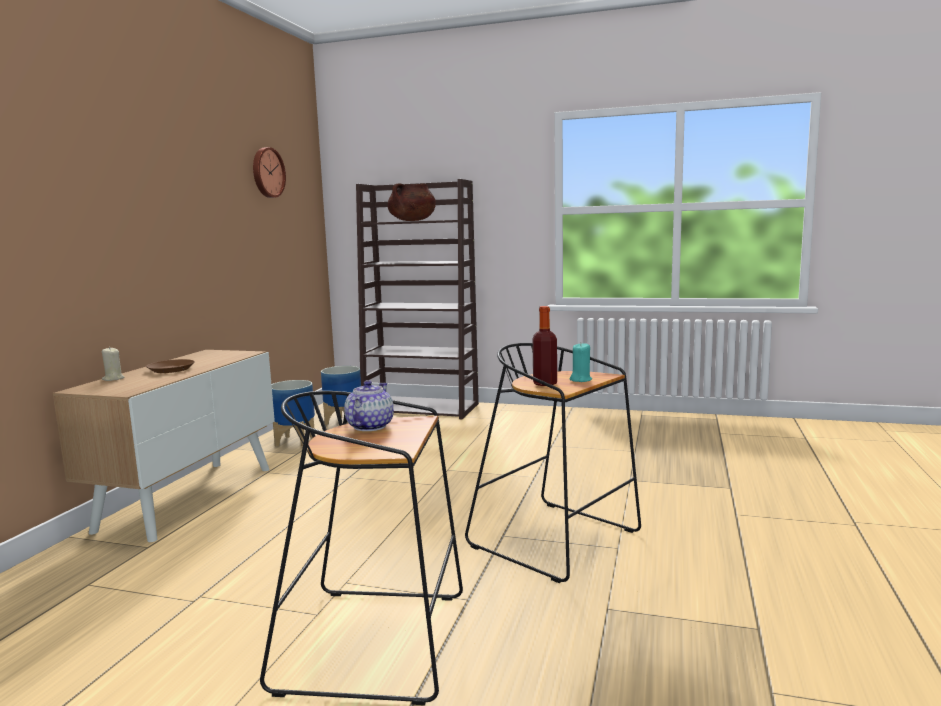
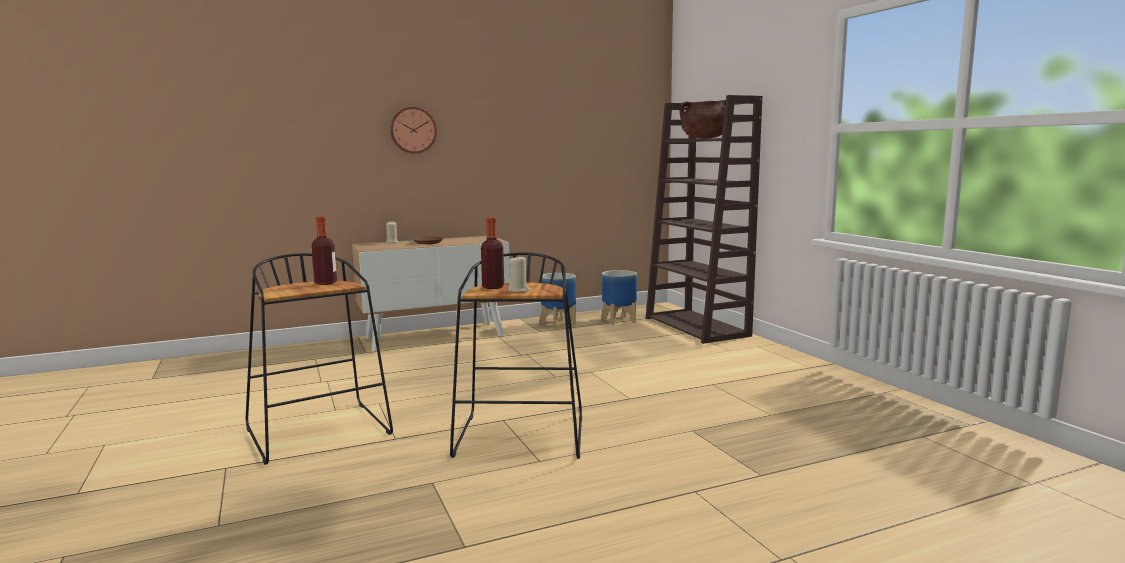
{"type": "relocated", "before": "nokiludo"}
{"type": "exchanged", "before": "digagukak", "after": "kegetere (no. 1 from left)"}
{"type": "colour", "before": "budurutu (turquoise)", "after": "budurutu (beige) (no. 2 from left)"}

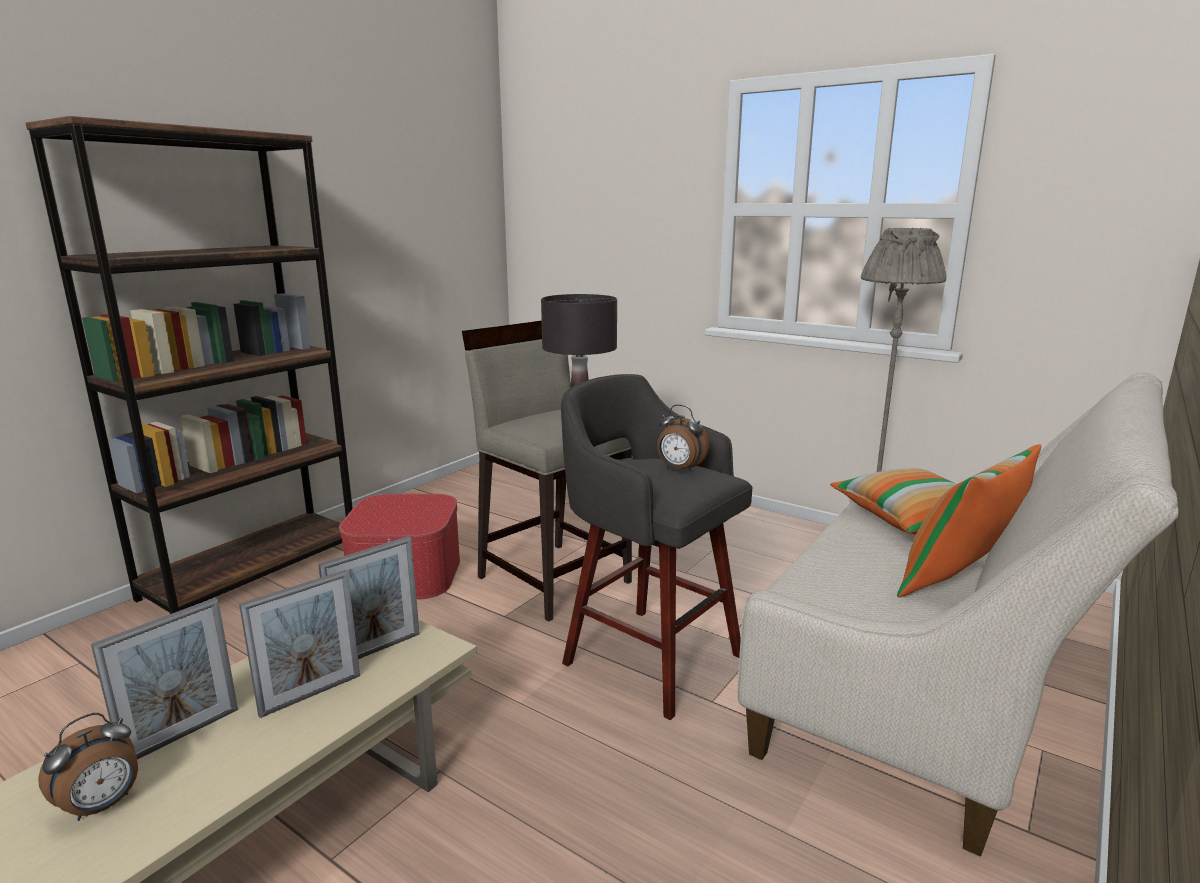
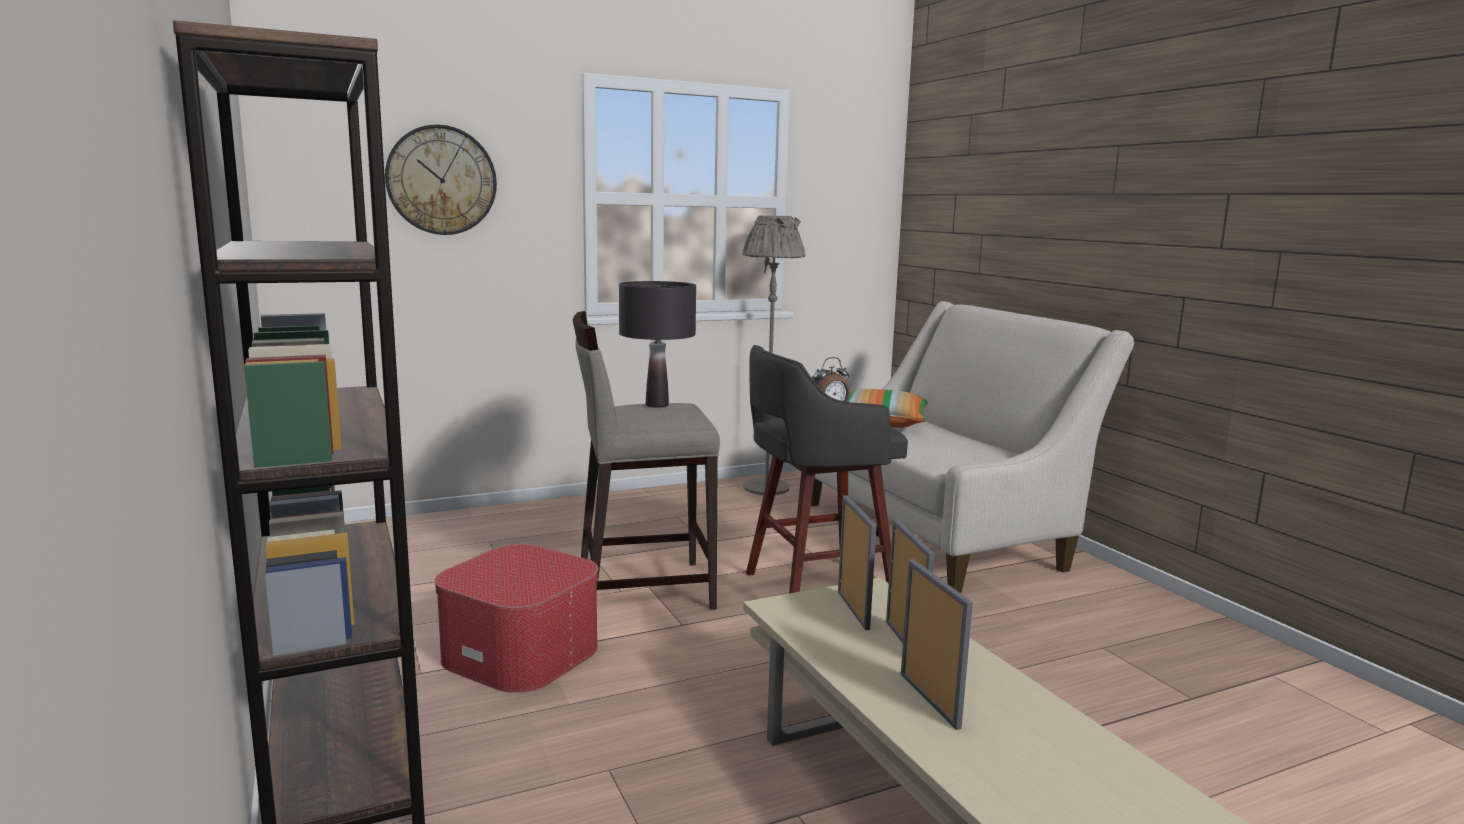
{"type": "missing", "before": "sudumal (no. 1 from left)"}
{"type": "missing", "before": "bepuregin (no. 2 from left)"}
{"type": "appeared", "after": "nokiludo"}

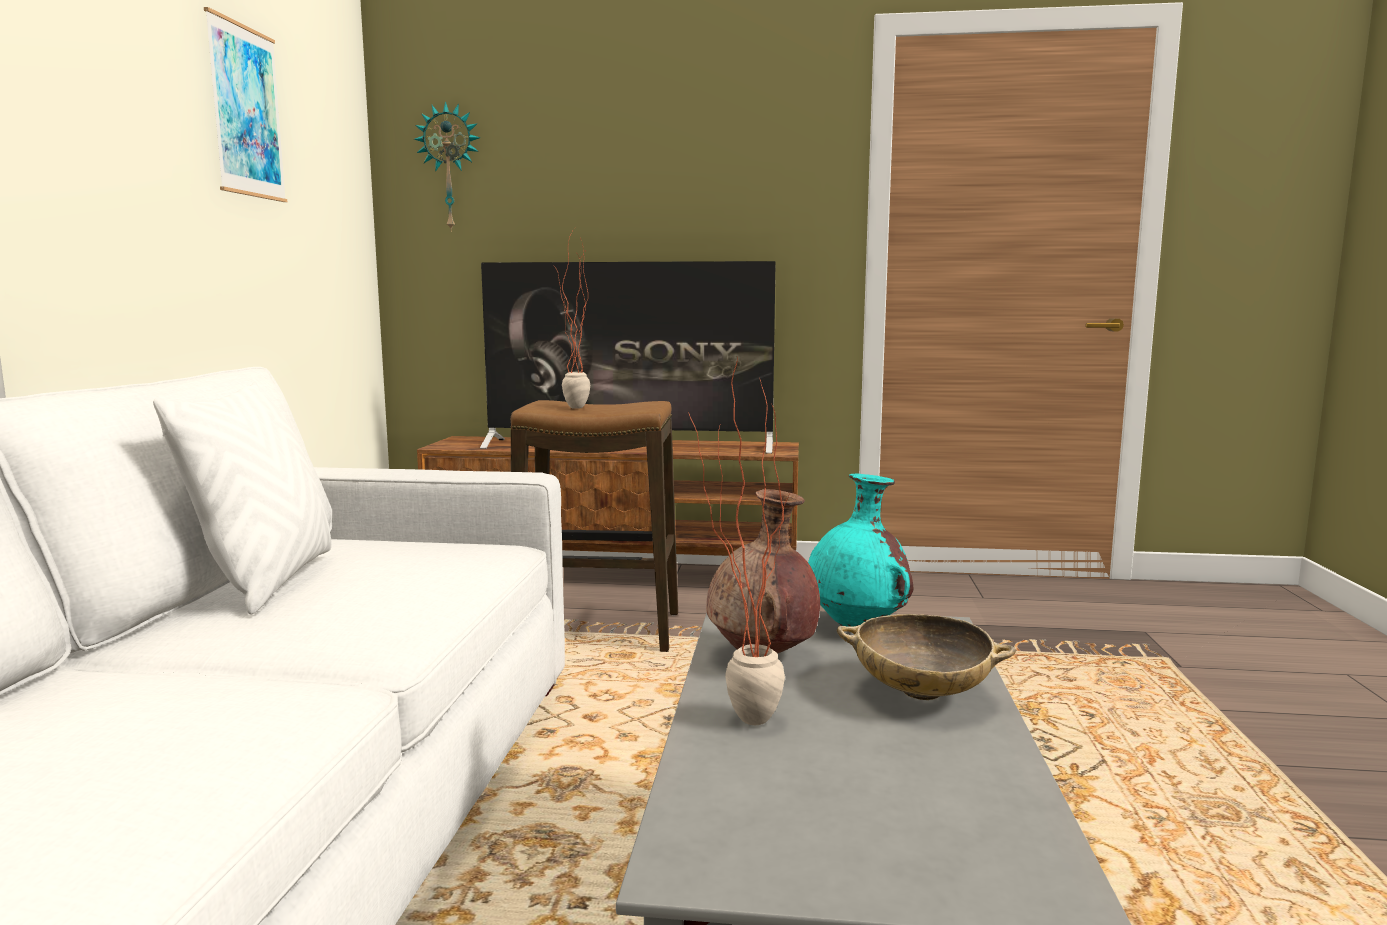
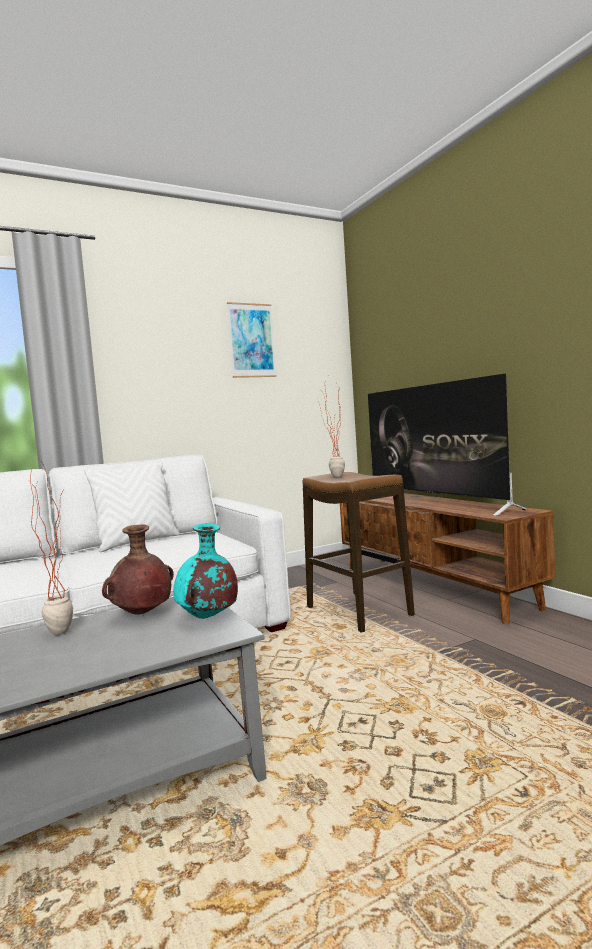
{"type": "missing", "before": "nokiludo"}
{"type": "missing", "before": "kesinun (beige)"}

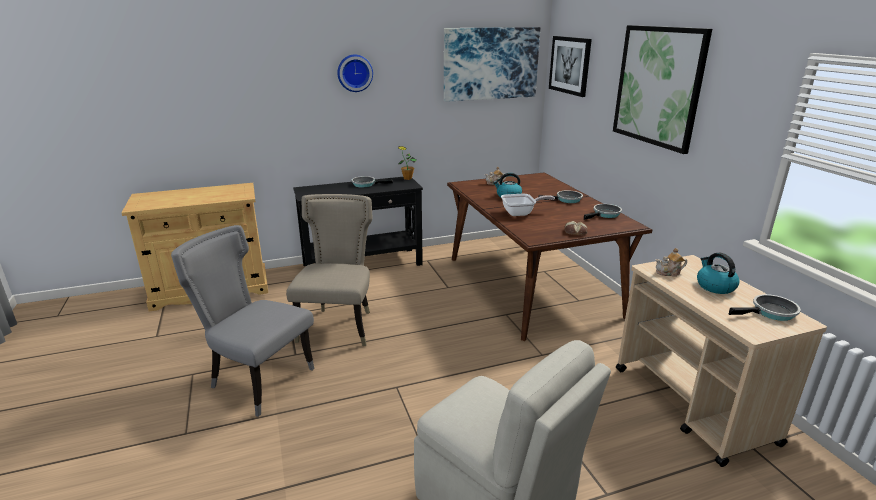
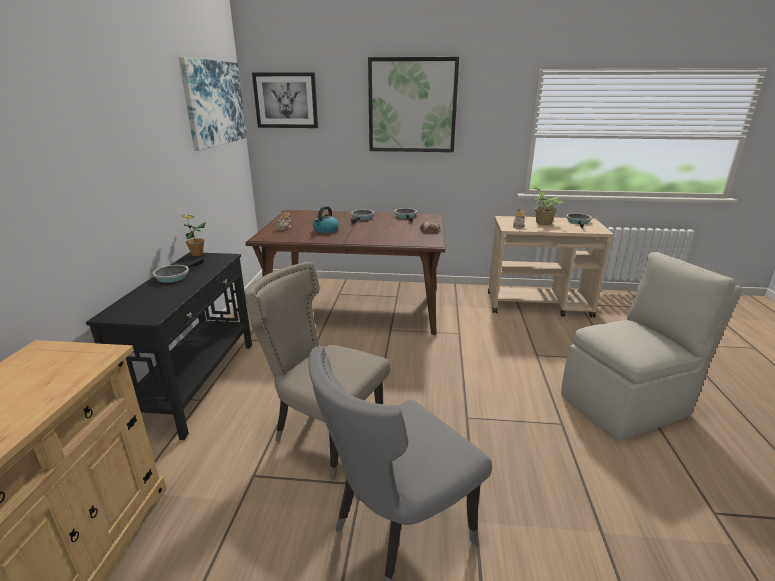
{"type": "missing", "before": "nokiludo"}
{"type": "missing", "before": "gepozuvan (no. 2 from left)"}
{"type": "exchanged", "before": "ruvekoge (no. 2 from left)", "after": "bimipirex (no. 2 from left)"}

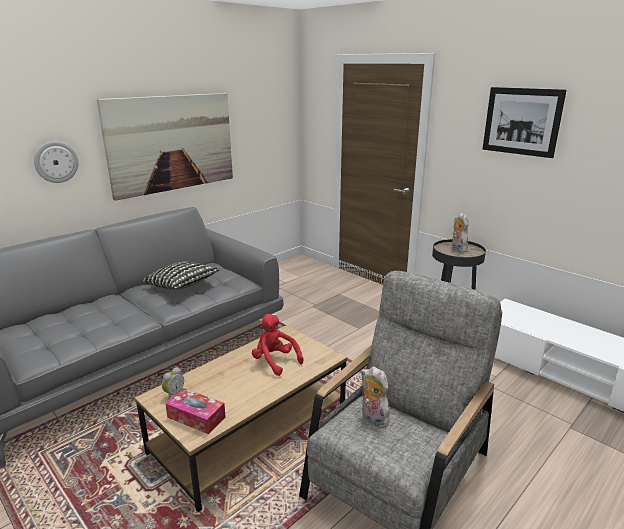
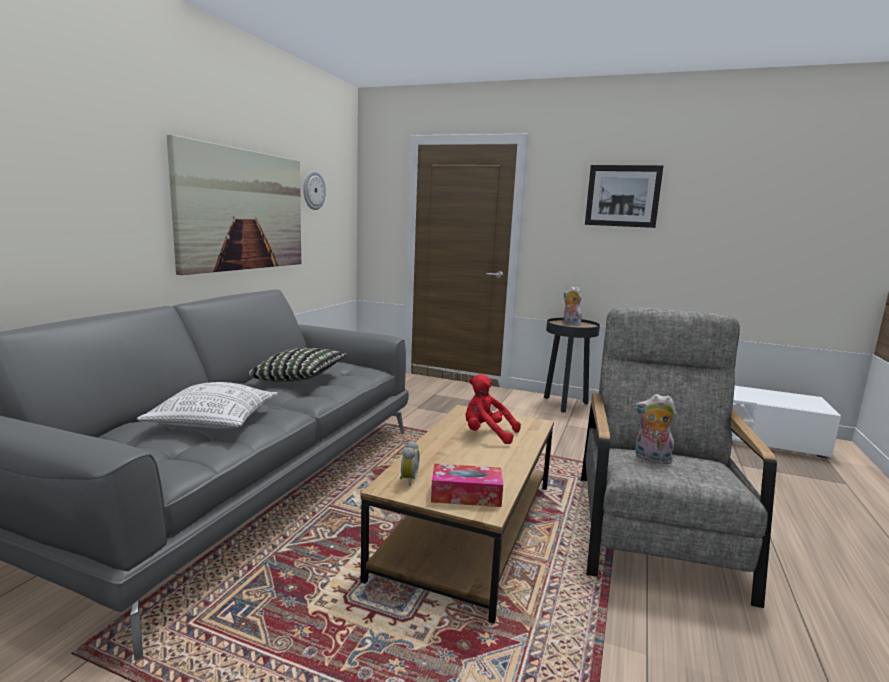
{"type": "appeared", "after": "bepuregin (no. 1 from left)"}
{"type": "relocated", "before": "nokiludo"}

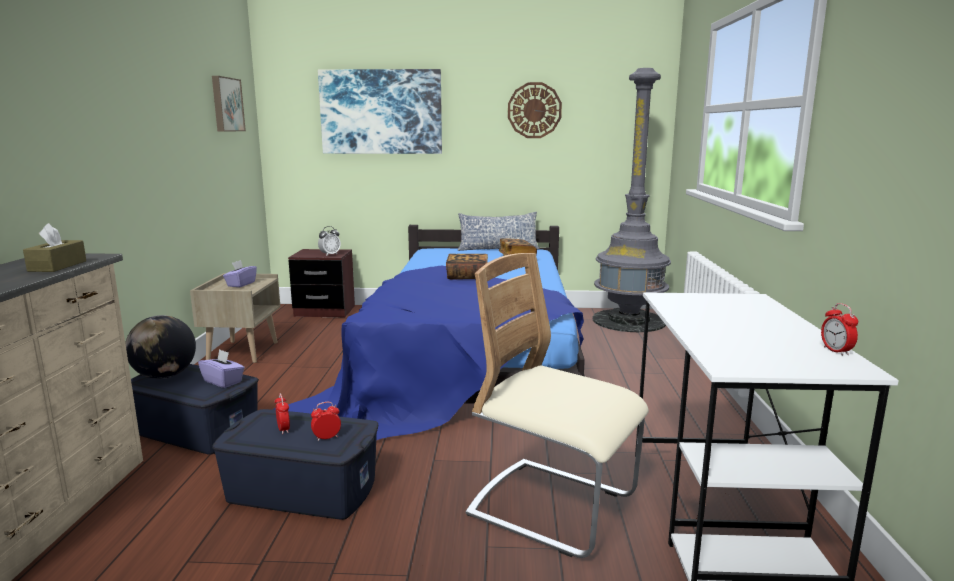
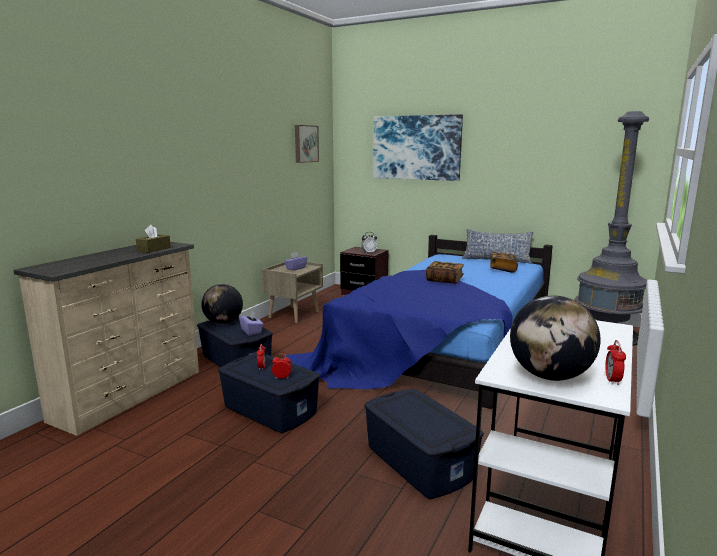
{"type": "missing", "before": "nokiludo"}
{"type": "appeared", "after": "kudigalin (no. 2 from left)"}
{"type": "exchanged", "before": "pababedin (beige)", "after": "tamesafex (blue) (no. 3 from left)"}

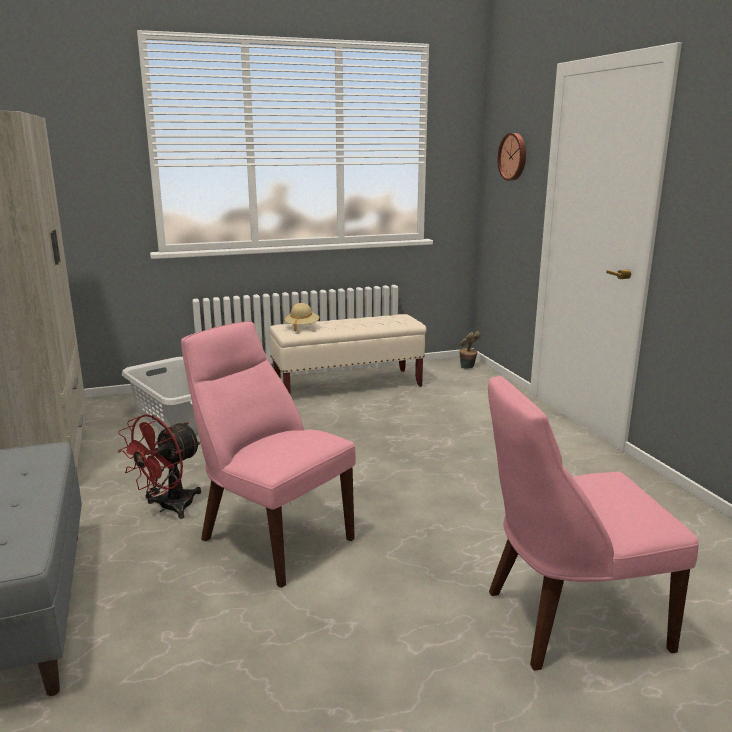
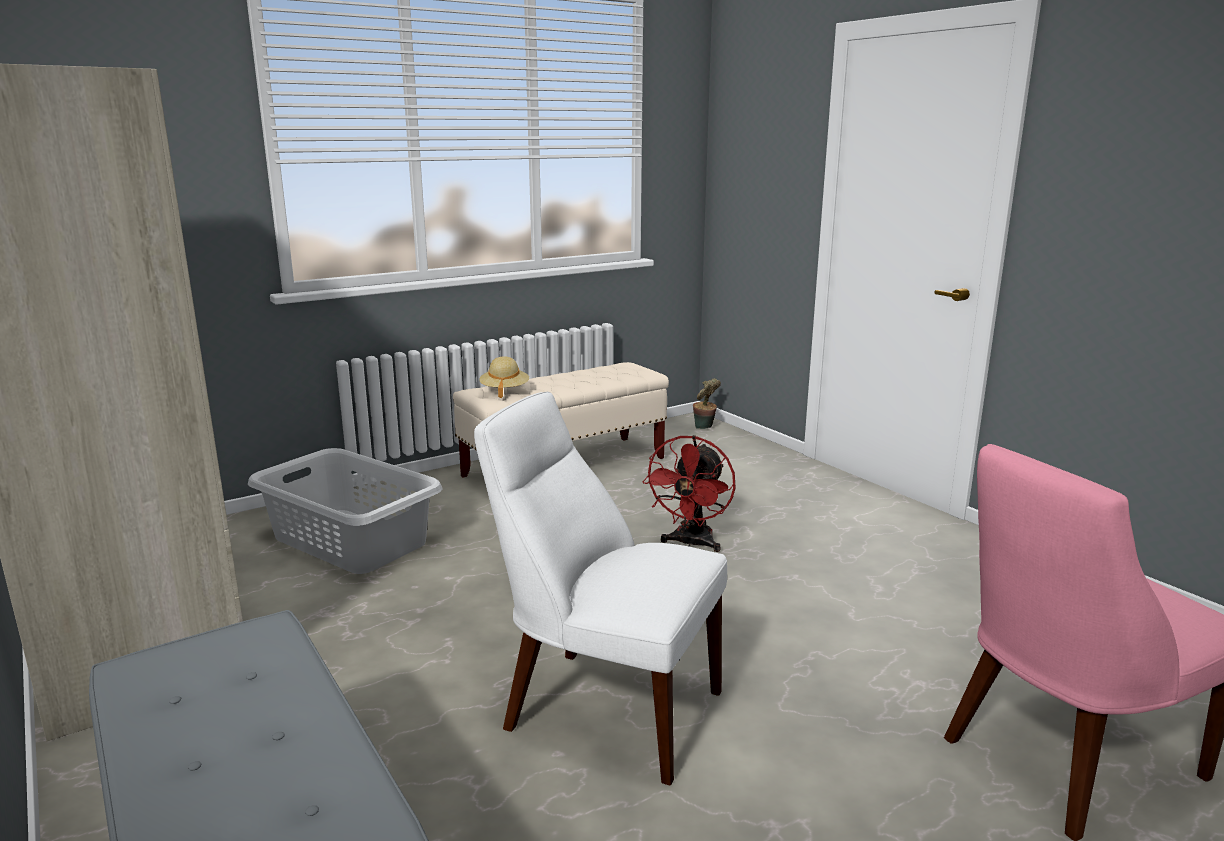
{"type": "missing", "before": "nokiludo"}
{"type": "relocated", "before": "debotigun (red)"}
{"type": "colour", "before": "pababedin (pink) (no. 1 from left)", "after": "pababedin (white)"}

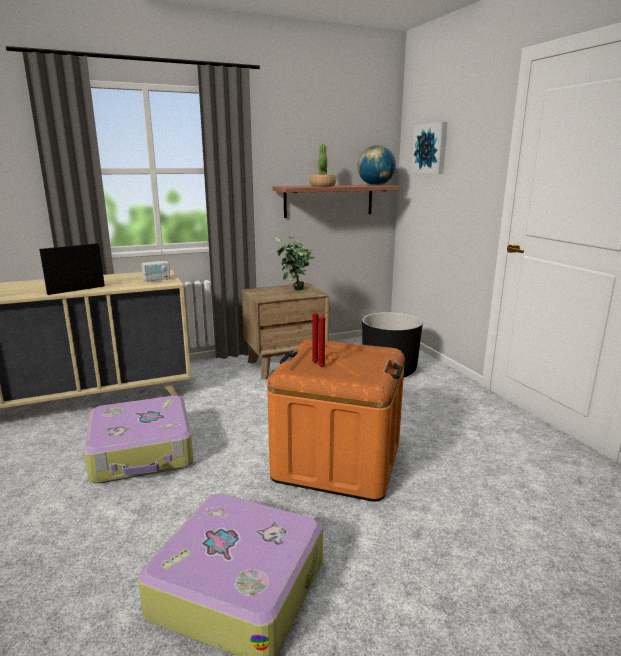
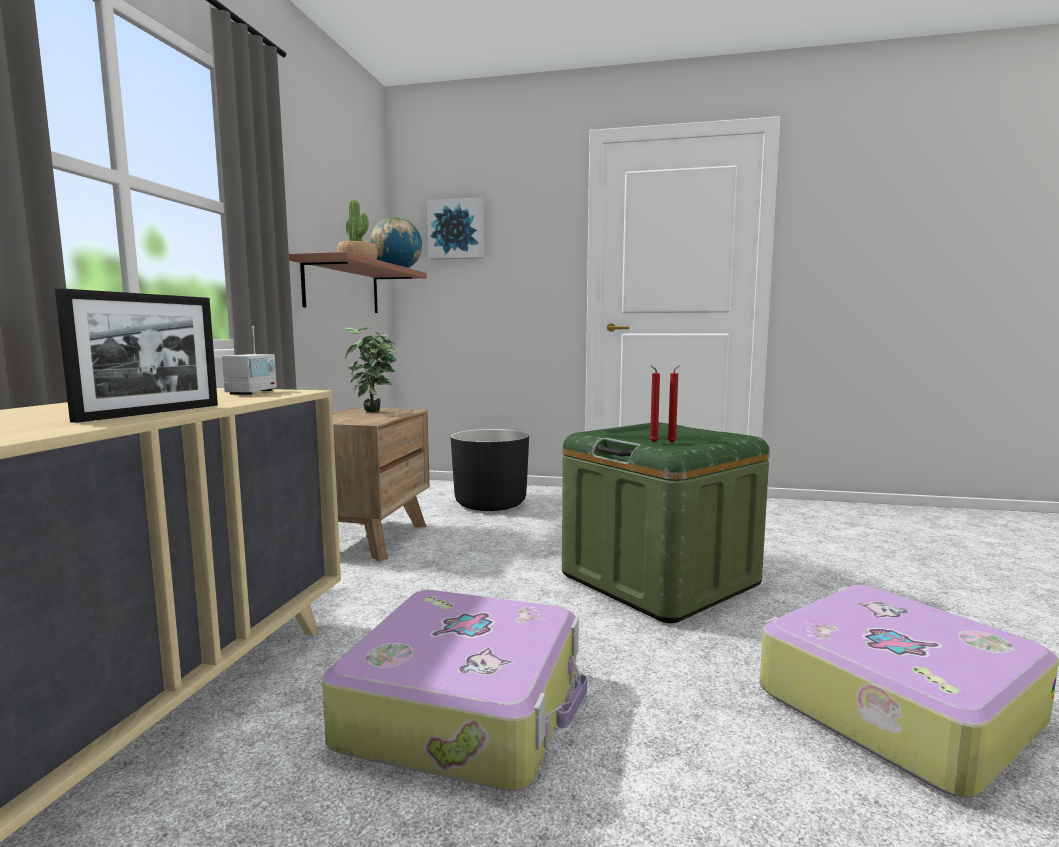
{"type": "colour", "before": "tamesafex (orange)", "after": "tamesafex (green)"}
{"type": "spun", "before": "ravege", "turn": -150}

